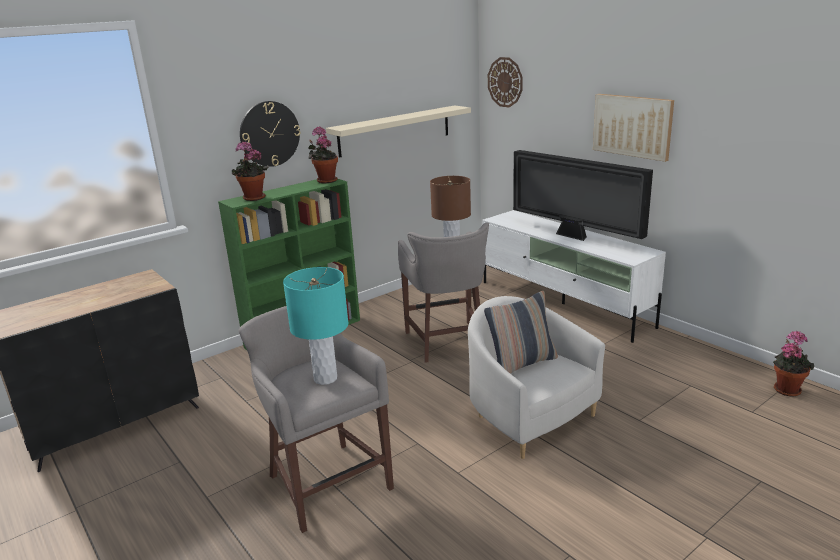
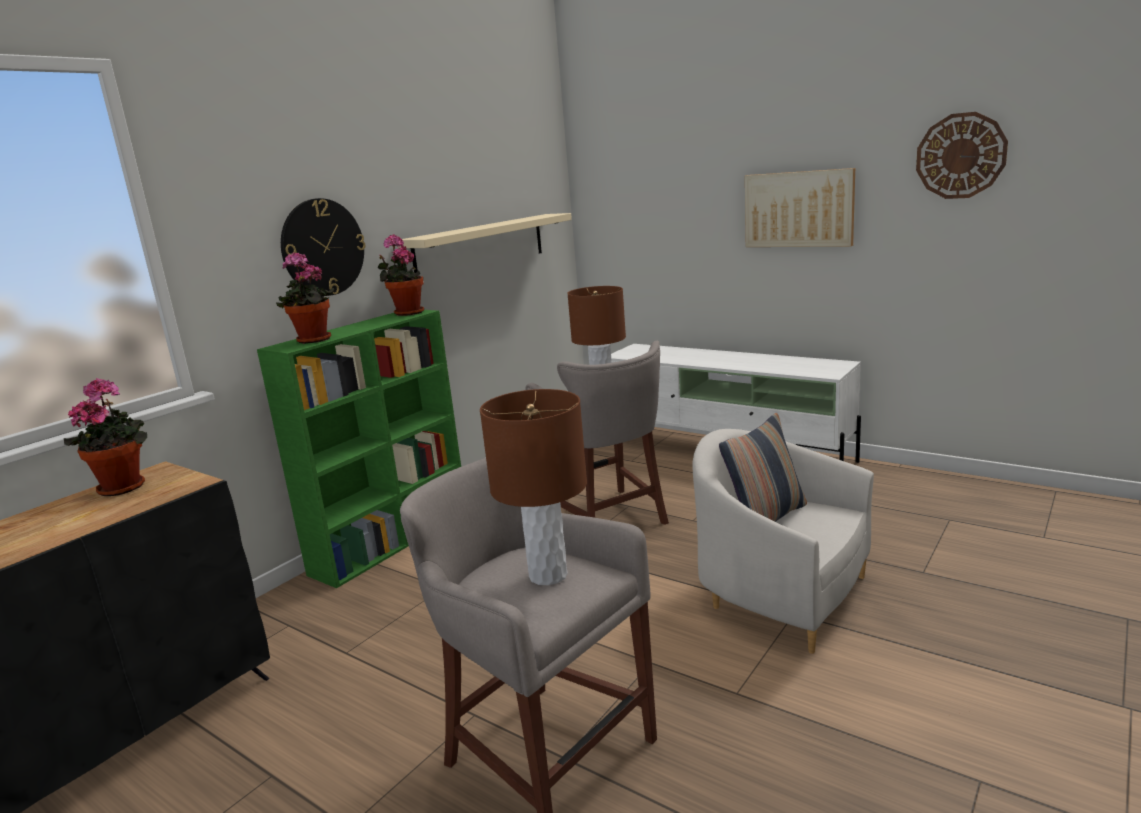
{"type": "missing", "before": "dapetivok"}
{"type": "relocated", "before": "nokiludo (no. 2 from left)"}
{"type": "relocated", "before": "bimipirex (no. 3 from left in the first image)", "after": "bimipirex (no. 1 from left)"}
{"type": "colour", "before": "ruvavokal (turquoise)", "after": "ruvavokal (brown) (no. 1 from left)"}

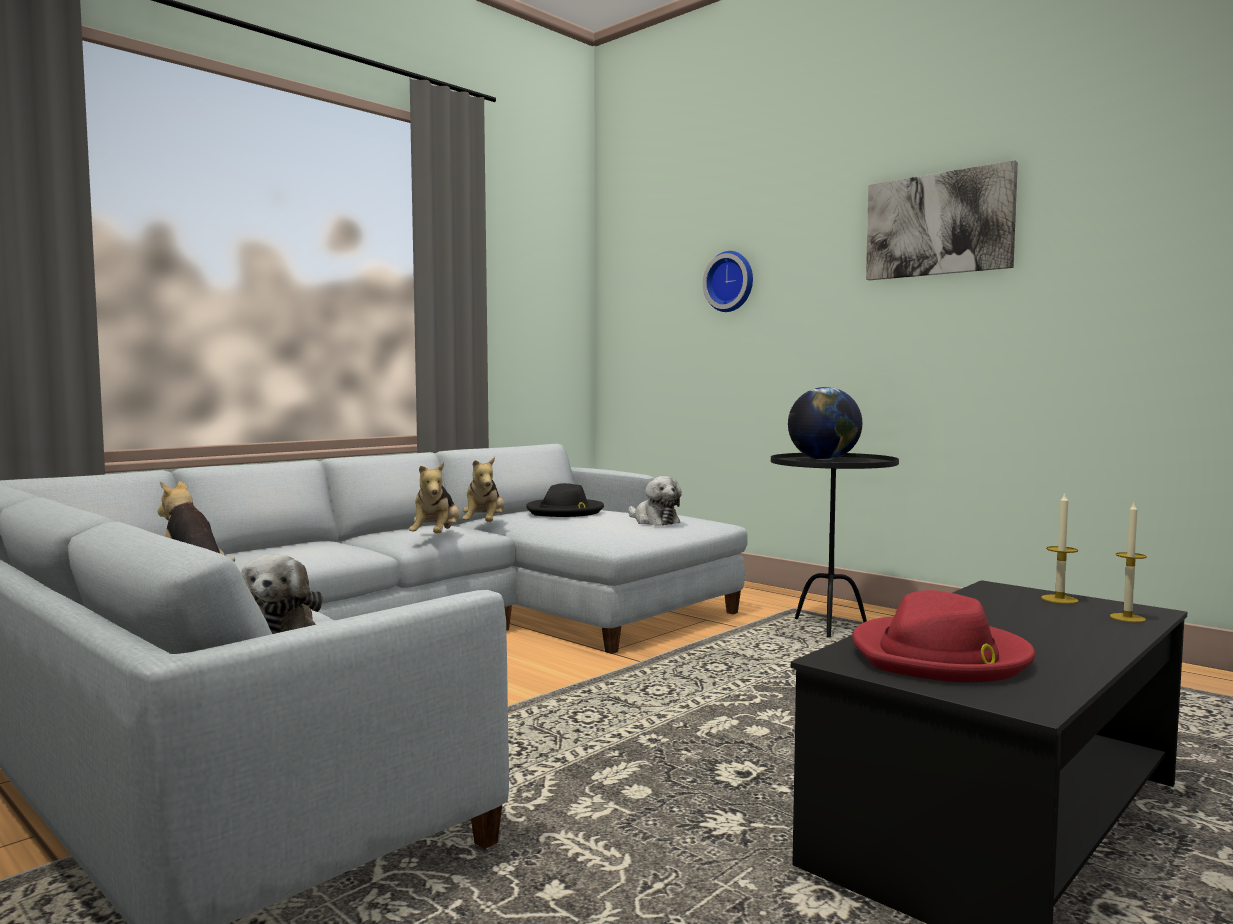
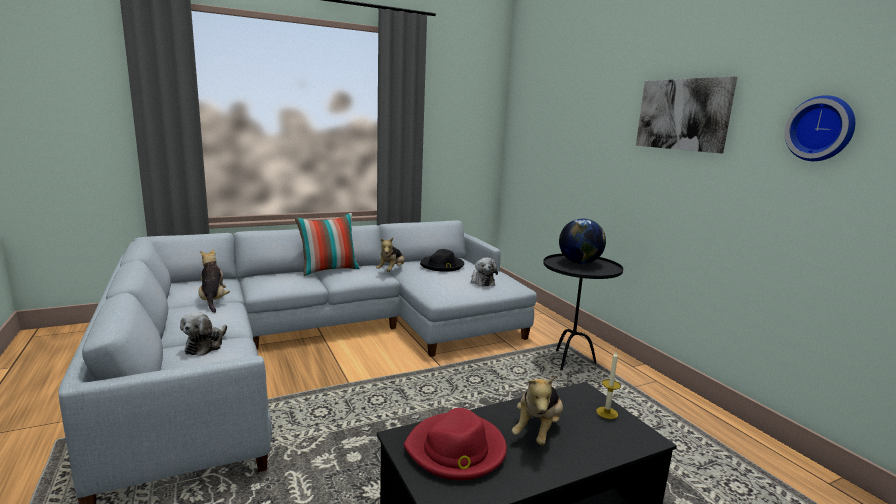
{"type": "missing", "before": "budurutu (no. 2 from left)"}
{"type": "appeared", "after": "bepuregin"}
{"type": "relocated", "before": "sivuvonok (no. 3 from left in the first image)", "after": "sivuvonok (no. 5 from left)"}
{"type": "relocated", "before": "nokiludo"}

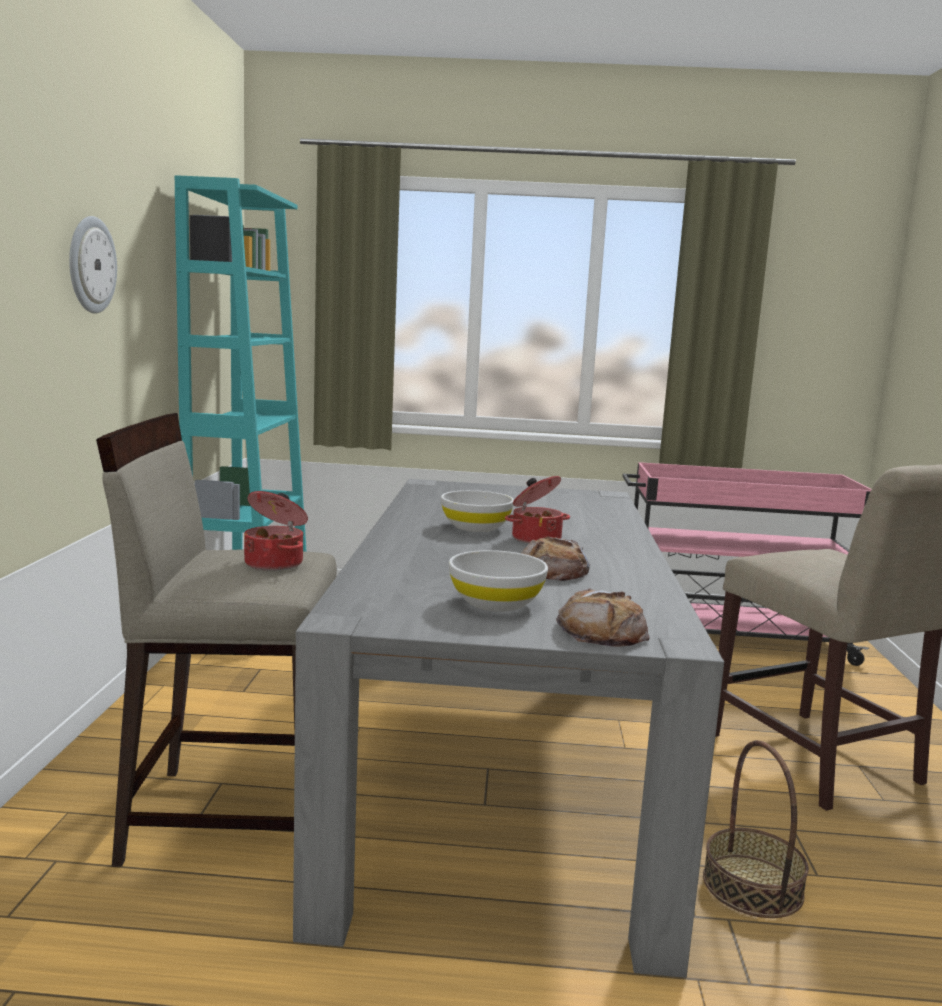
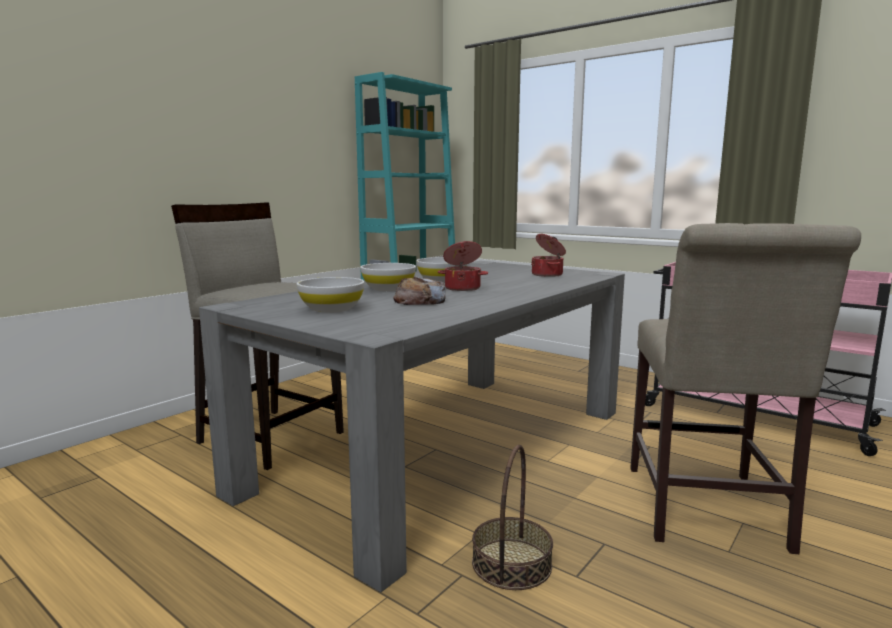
{"type": "missing", "before": "nokiludo"}
{"type": "missing", "before": "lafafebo (no. 2 from left)"}
{"type": "appeared", "after": "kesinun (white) (no. 2 from left)"}
{"type": "relocated", "before": "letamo (no. 1 from left in the first image)", "after": "letamo (no. 2 from left)"}

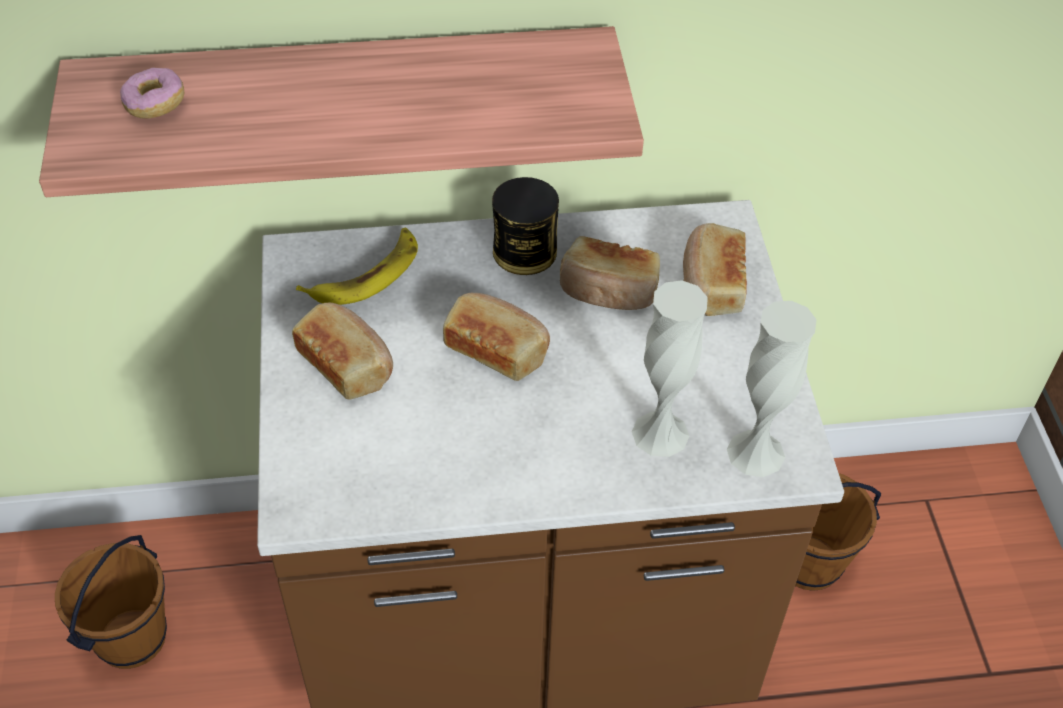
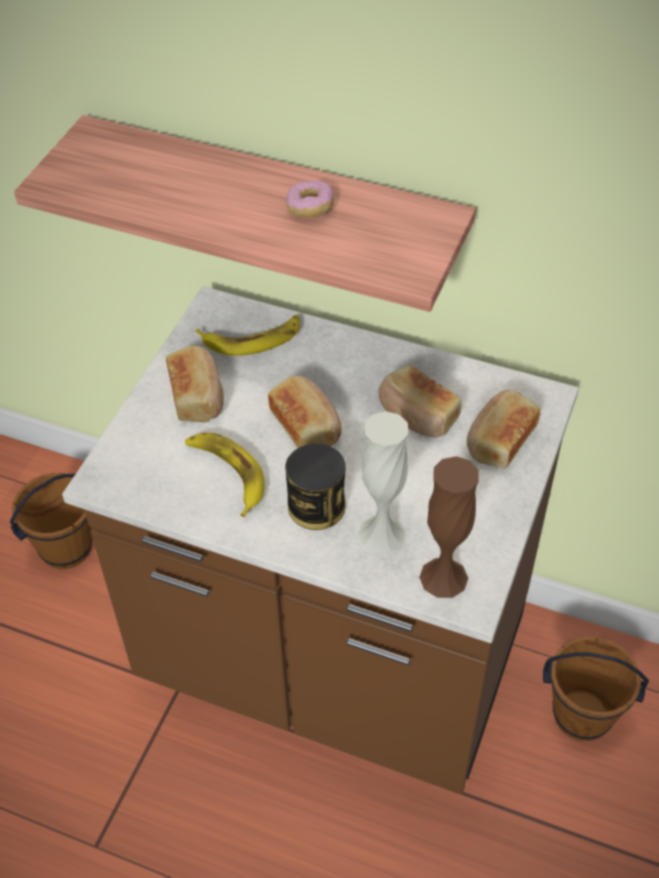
{"type": "appeared", "after": "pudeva (no. 1 from left)"}
{"type": "relocated", "before": "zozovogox"}
{"type": "relocated", "before": "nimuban"}
{"type": "colour", "before": "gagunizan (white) (no. 2 from left)", "after": "gagunizan (brown)"}

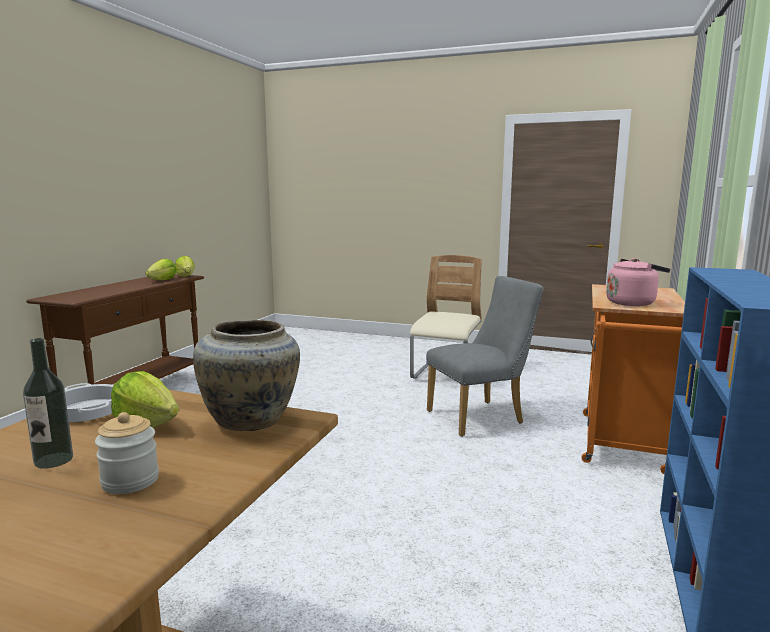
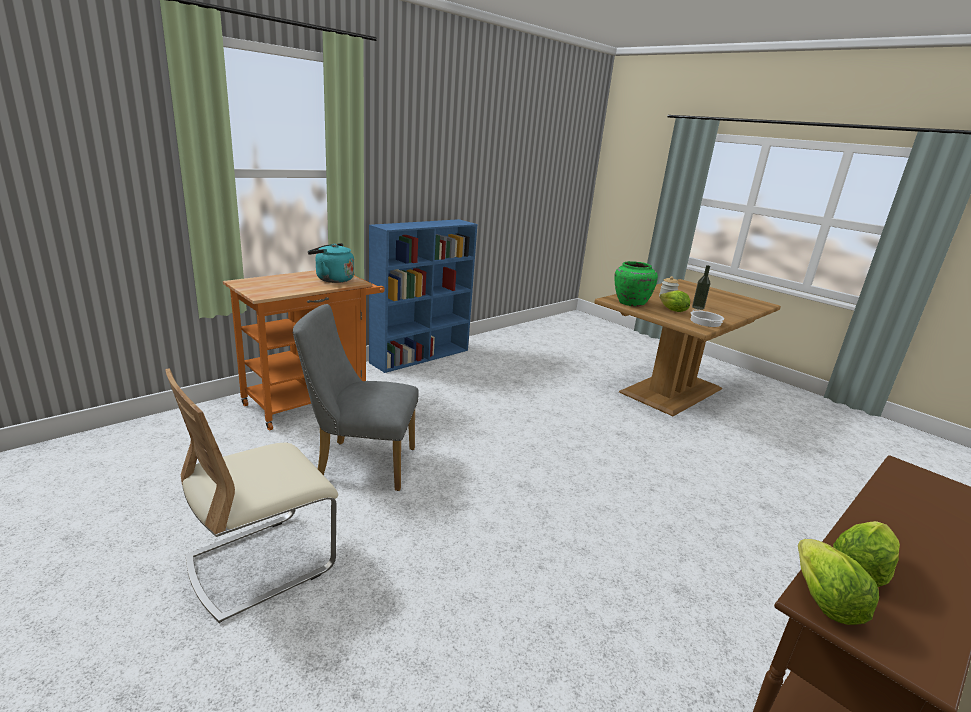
{"type": "colour", "before": "gagunizan (beige)", "after": "gagunizan (green)"}
{"type": "colour", "before": "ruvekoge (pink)", "after": "ruvekoge (turquoise)"}

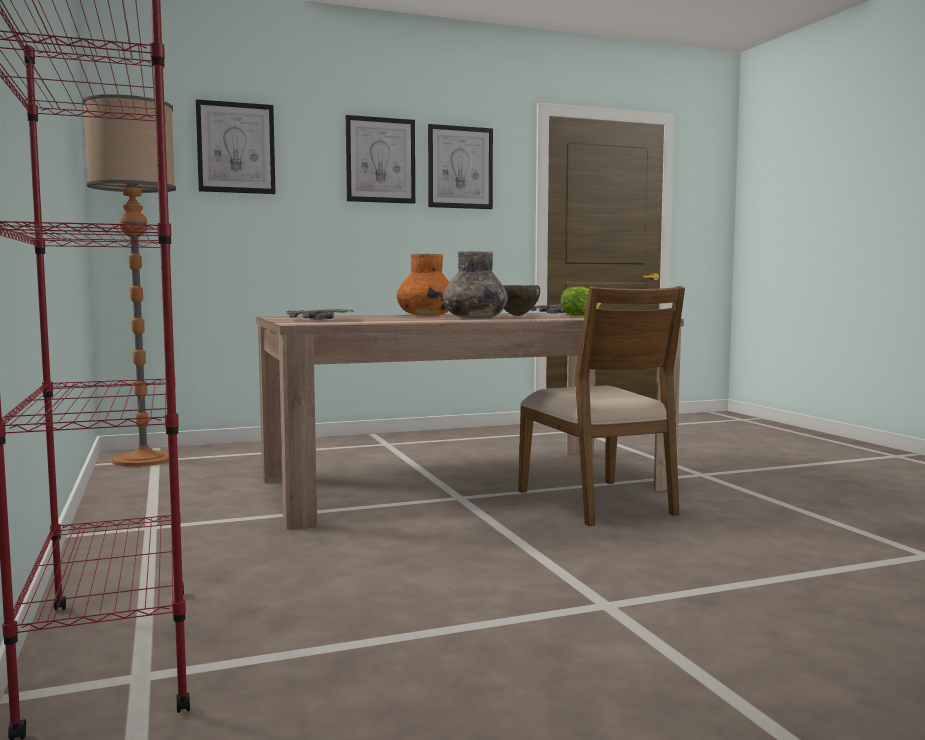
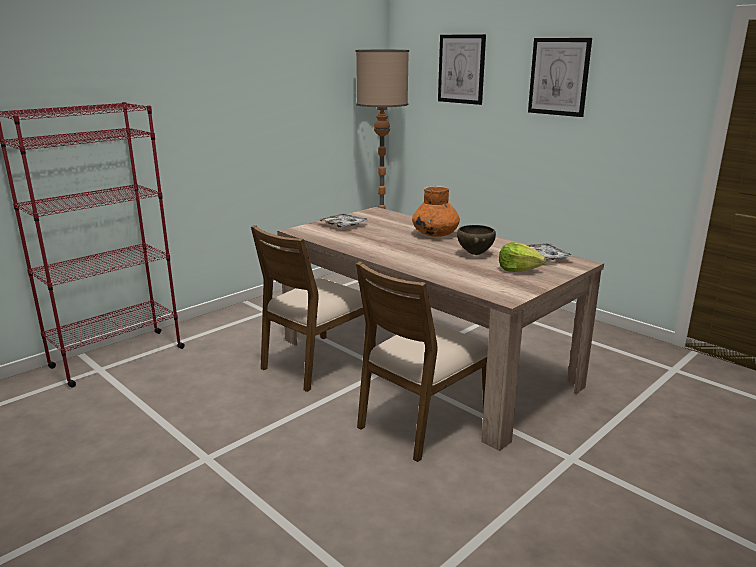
{"type": "missing", "before": "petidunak (no. 3 from left)"}
{"type": "missing", "before": "gagunizan (grey)"}
{"type": "appeared", "after": "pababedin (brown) (no. 1 from left)"}

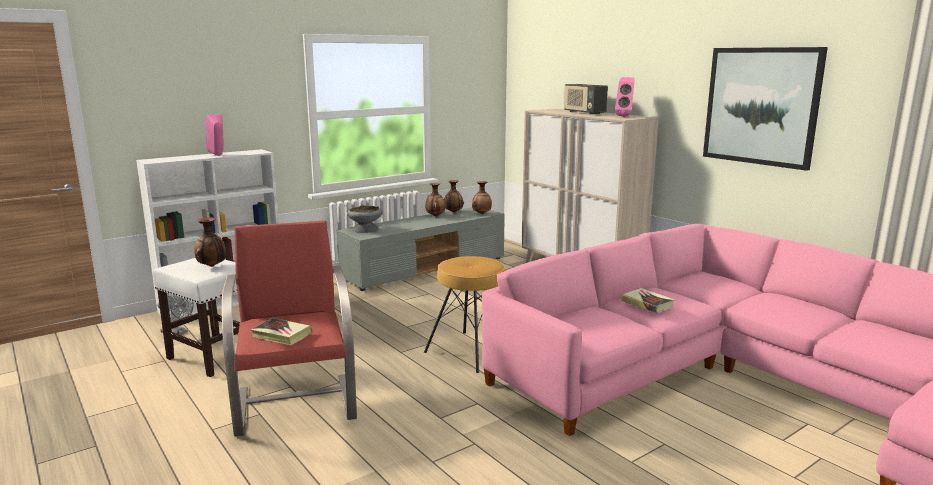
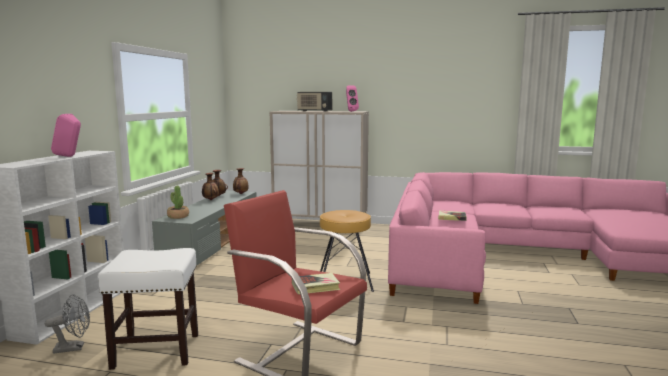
{"type": "missing", "before": "gagunizan (no. 1 from left)"}
{"type": "missing", "before": "petidunak"}
{"type": "exchanged", "before": "kesinun (grey)", "after": "bimipirex"}

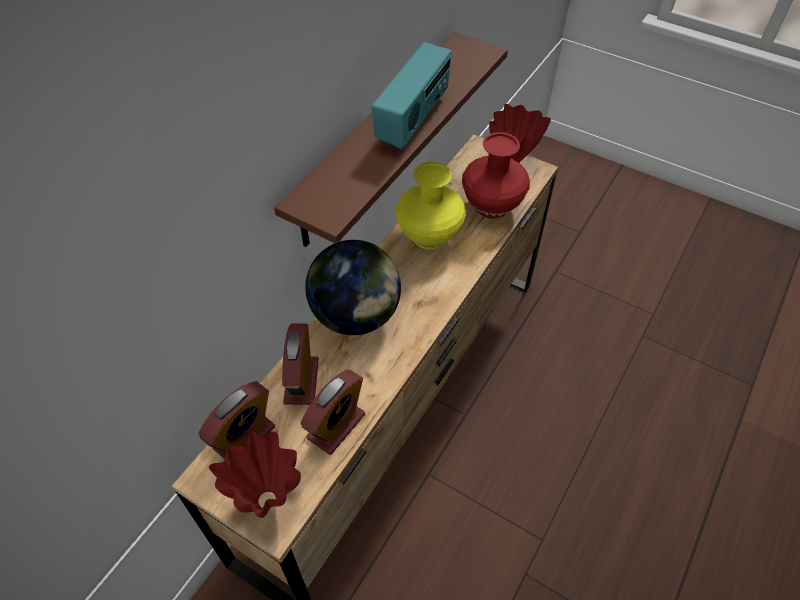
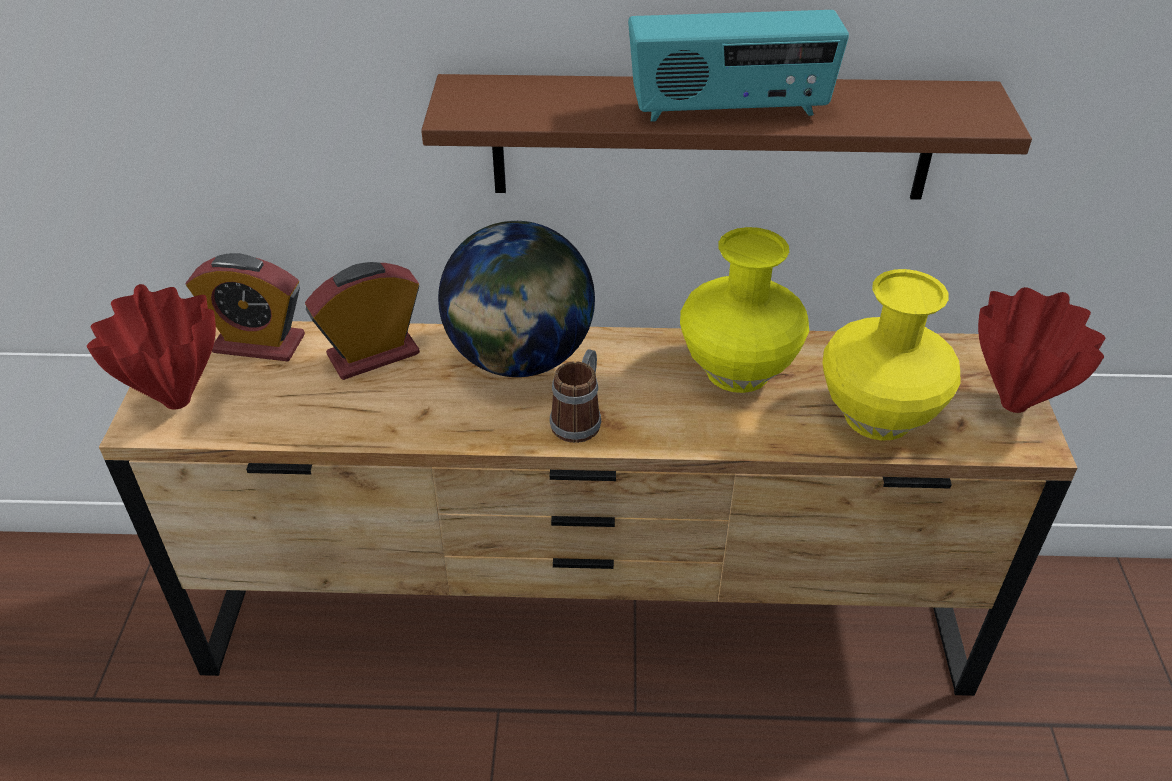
{"type": "missing", "before": "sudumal (no. 3 from left)"}
{"type": "appeared", "after": "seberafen"}
{"type": "colour", "before": "gagunizan (red) (no. 2 from left)", "after": "gagunizan (yellow) (no. 2 from left)"}

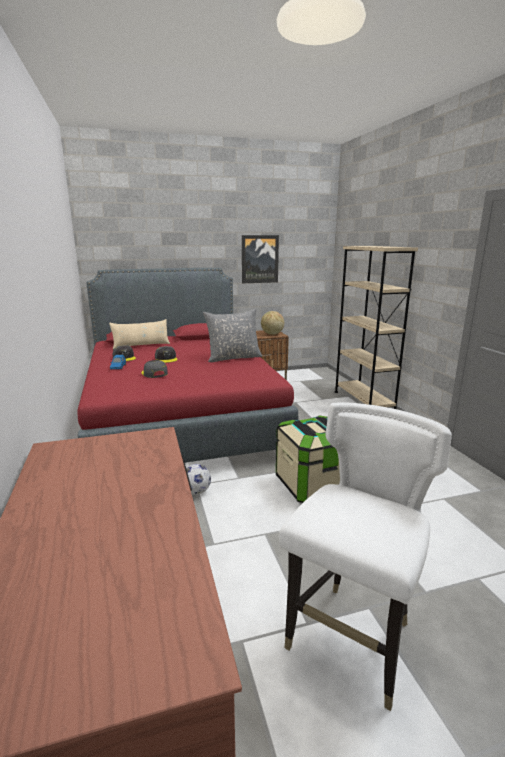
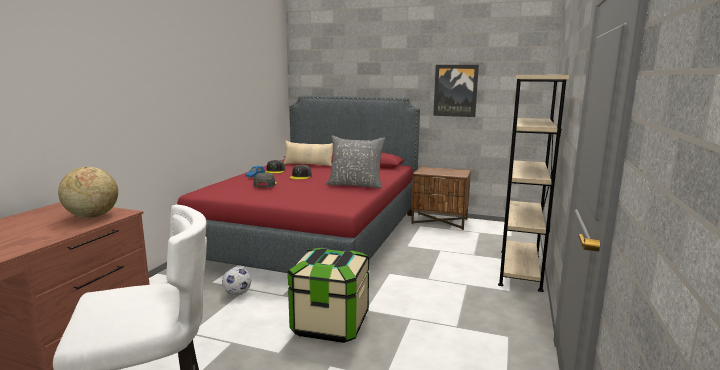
{"type": "relocated", "before": "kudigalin"}

